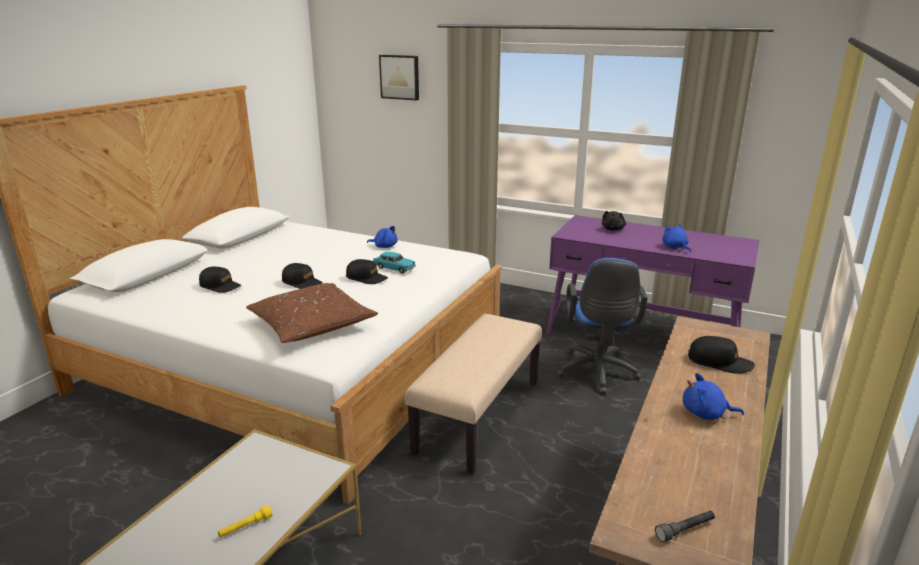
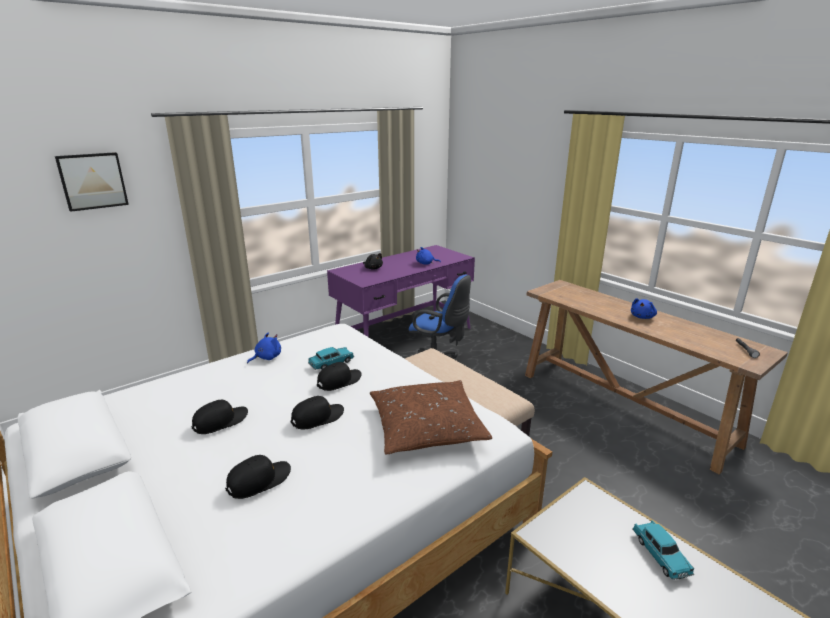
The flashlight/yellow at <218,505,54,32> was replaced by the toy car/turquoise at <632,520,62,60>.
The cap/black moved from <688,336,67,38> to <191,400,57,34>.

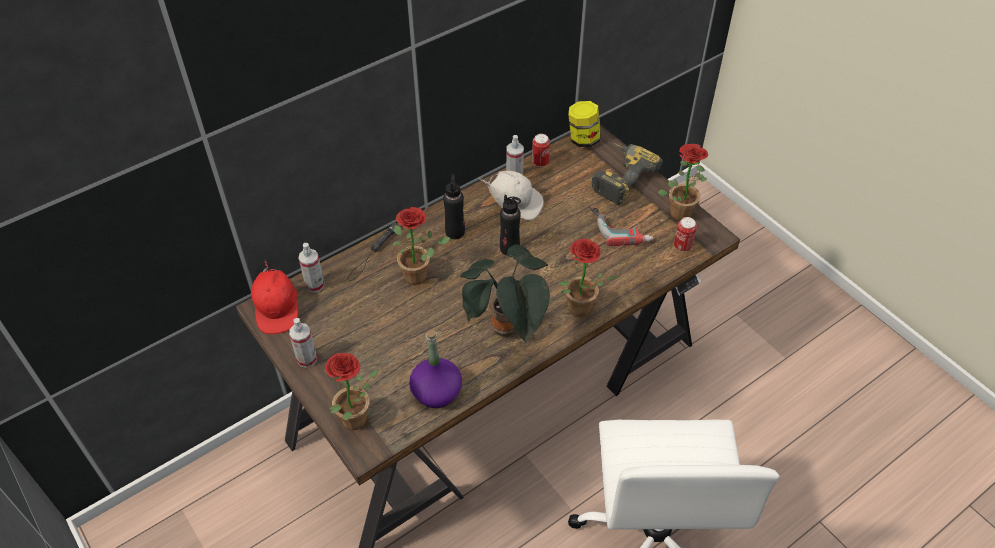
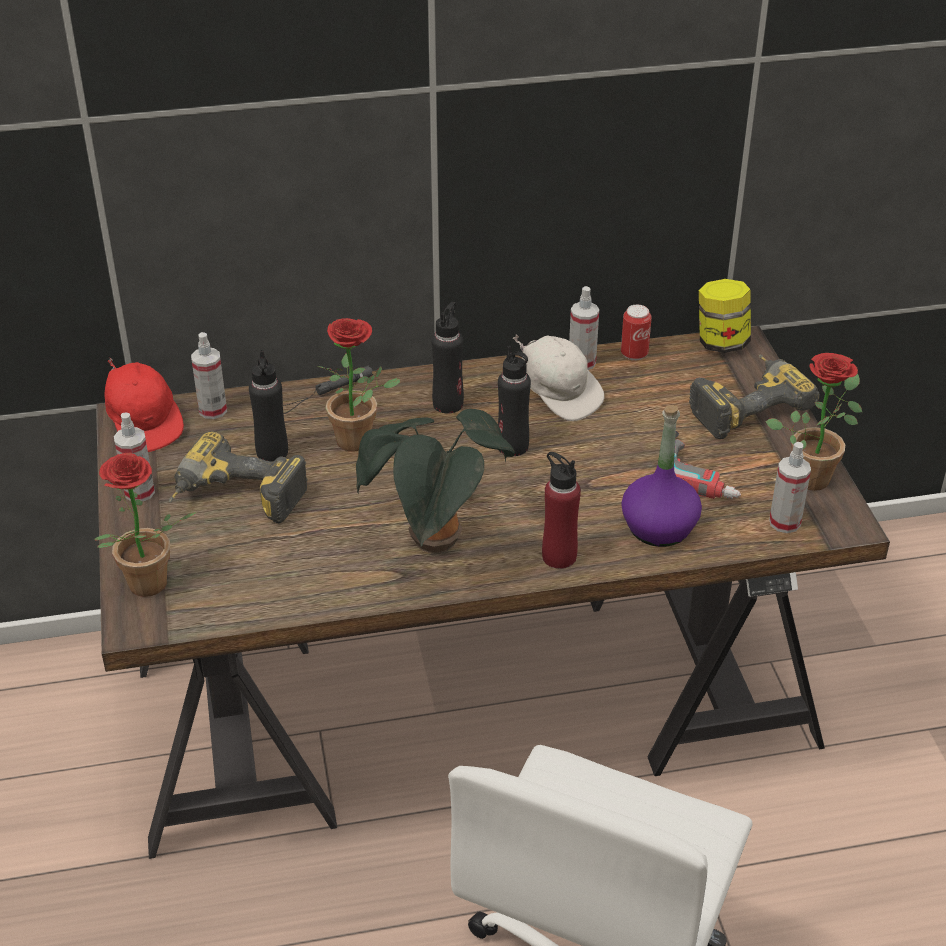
The cap/red at <251,261,47,73> turned 45 degrees counterclockwise.
The bottle/purple moved from <409,330,53,78> to <621,405,81,142>.
The potted plant at <558,239,60,78> was replaced by the bottle/red at <542,452,39,117>.
The can at <674,217,23,35> was replaced by the spray bottle at <769,442,42,91>.
The power drill at <169,432,139,91> appeared.
The bottle/black at <249,350,39,112> appeared.

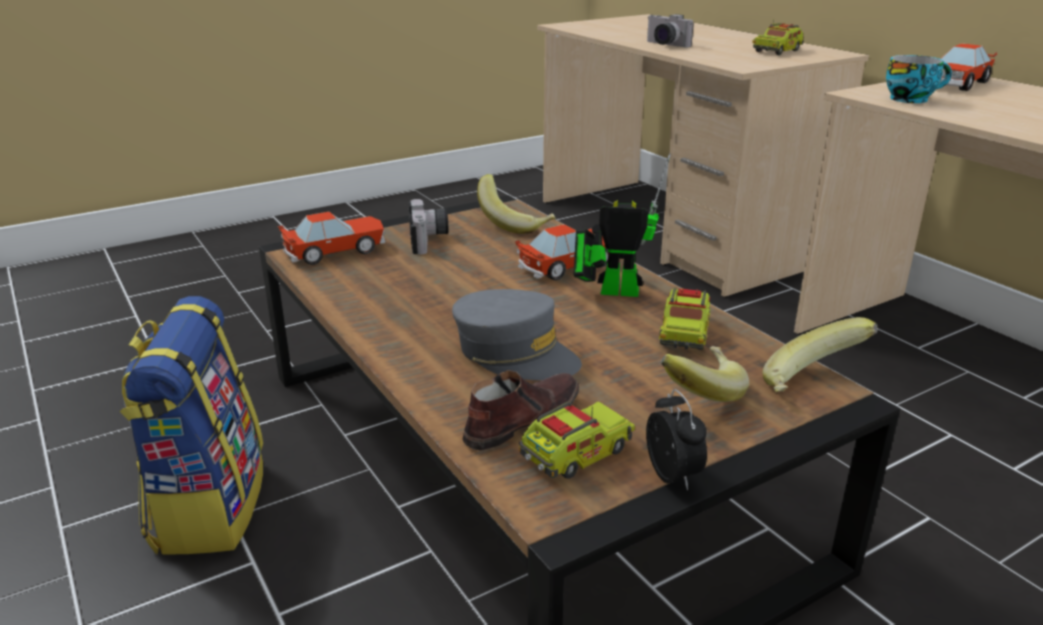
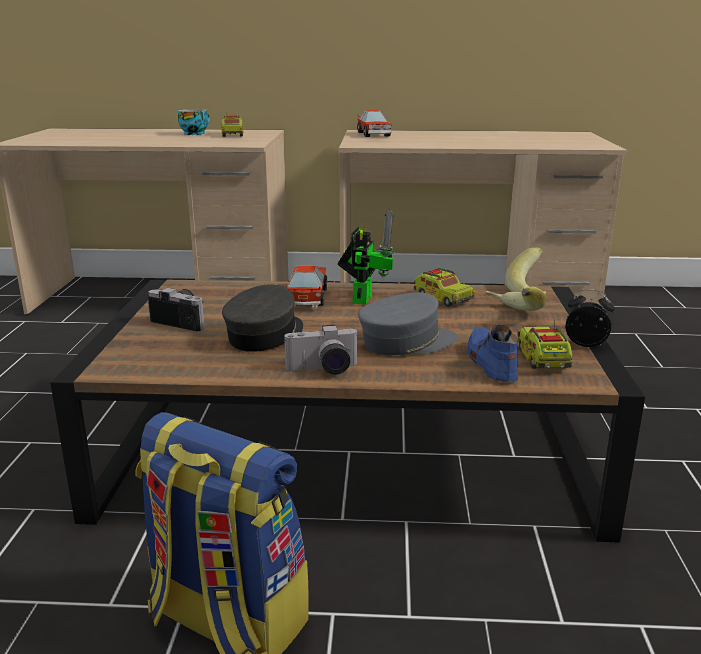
The toy car at <278,212,108,53> disappeared.
The shoe/brown at <463,370,116,81> became the shoe/blue at <467,324,51,58>.
The banana at <477,174,79,60> disappeared.
The toy robot at <574,153,97,144> turned 150 degrees clockwise.
The photo camera moved from <647,14,47,33> to <284,325,75,50>.
The cup moved from <886,55,66,48> to <178,109,32,26>.
The cap/grey at <222,284,81,68> appeared.

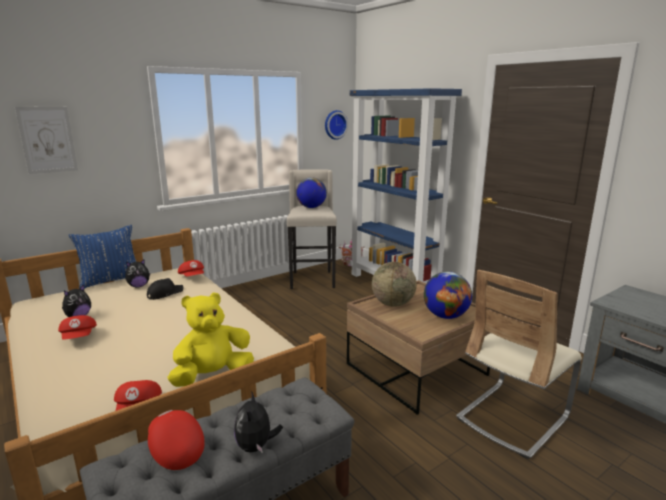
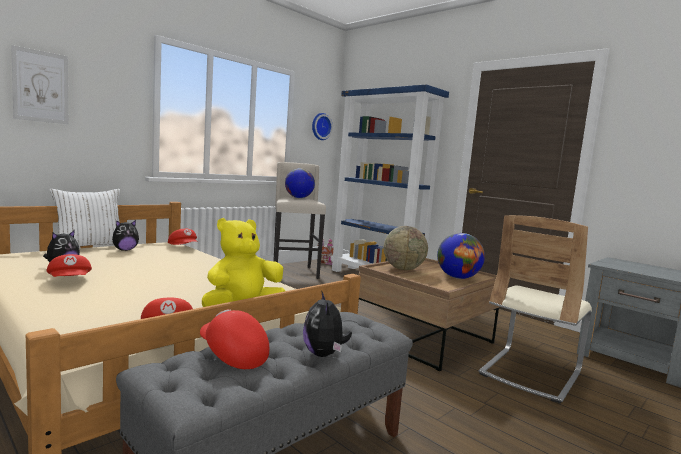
The pillow/blue at <69,225,67,64> became the pillow/white at <49,189,71,57>.
The cap/black at <147,278,36,22> disappeared.

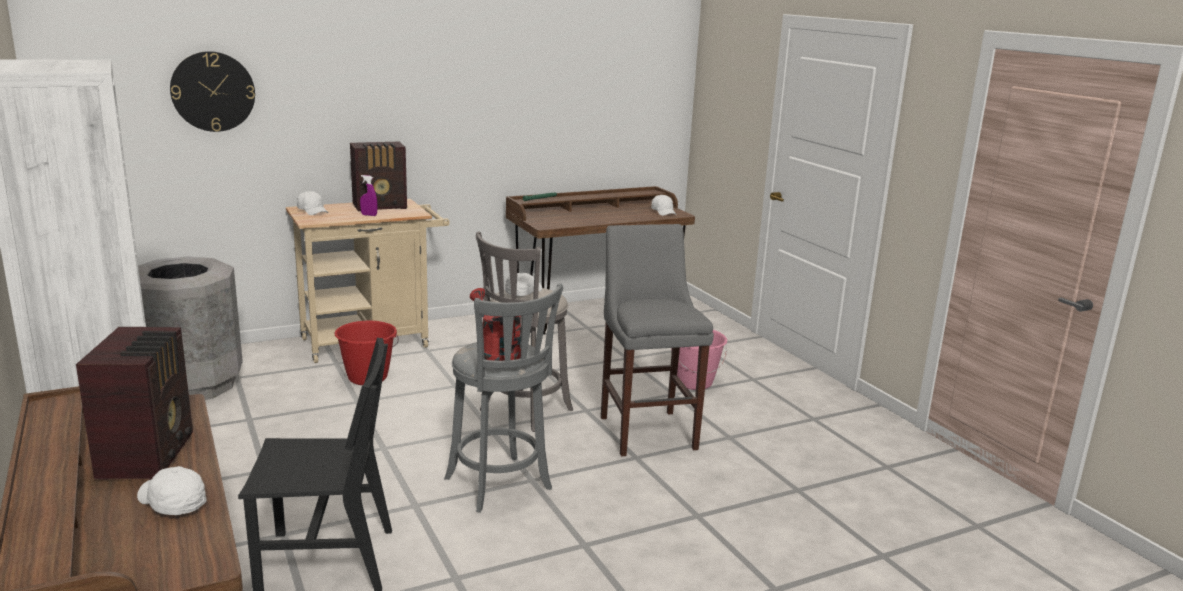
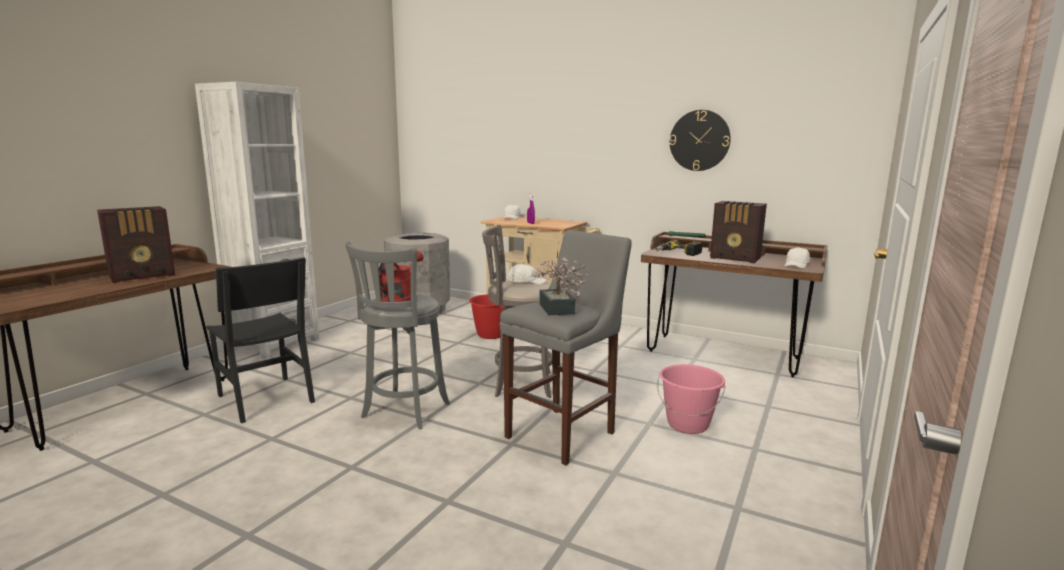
The cap/white at <137,466,70,49> disappeared.
The wall clock moved from <170,51,85,81> to <670,110,61,61>.
The radio moved from <350,142,57,69> to <710,201,57,62>.
The potted plant at <533,257,56,58> appeared.
The power drill at <655,240,47,16> appeared.

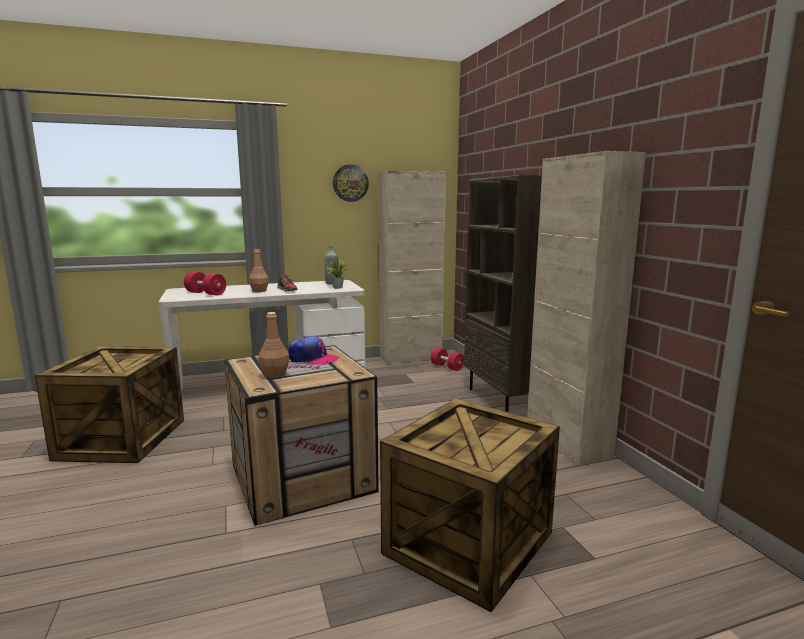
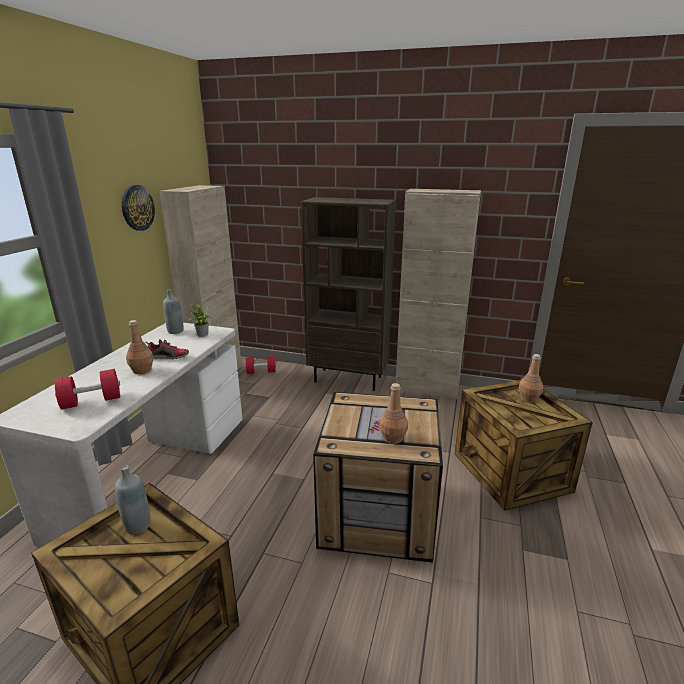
The cap at <288,336,51,29> disappeared.
The bottle/grey at <115,465,36,69> appeared.
The bottle/brown at <519,354,24,49> appeared.

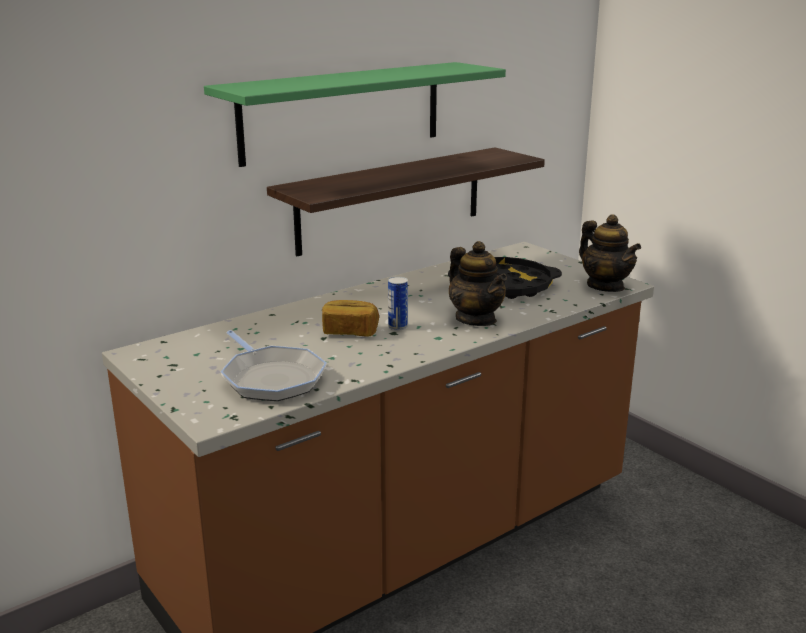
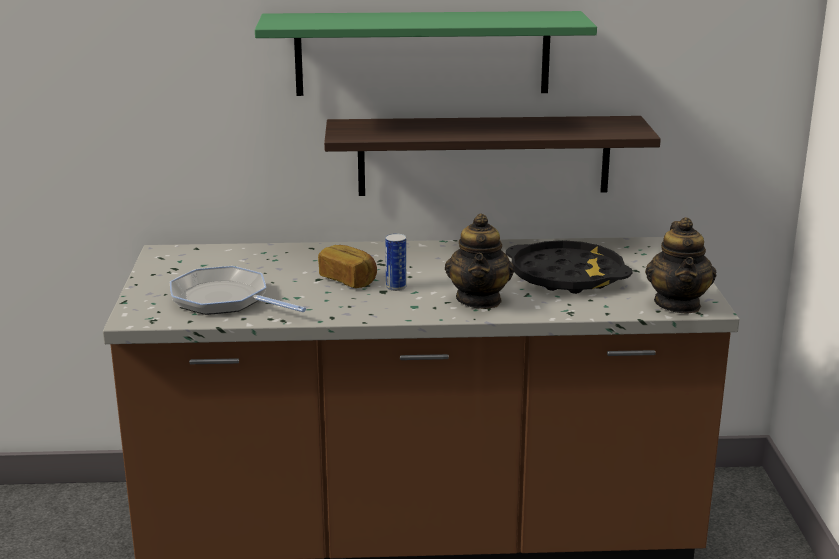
The frying pan at <221,330,106,71> turned 120 degrees clockwise.

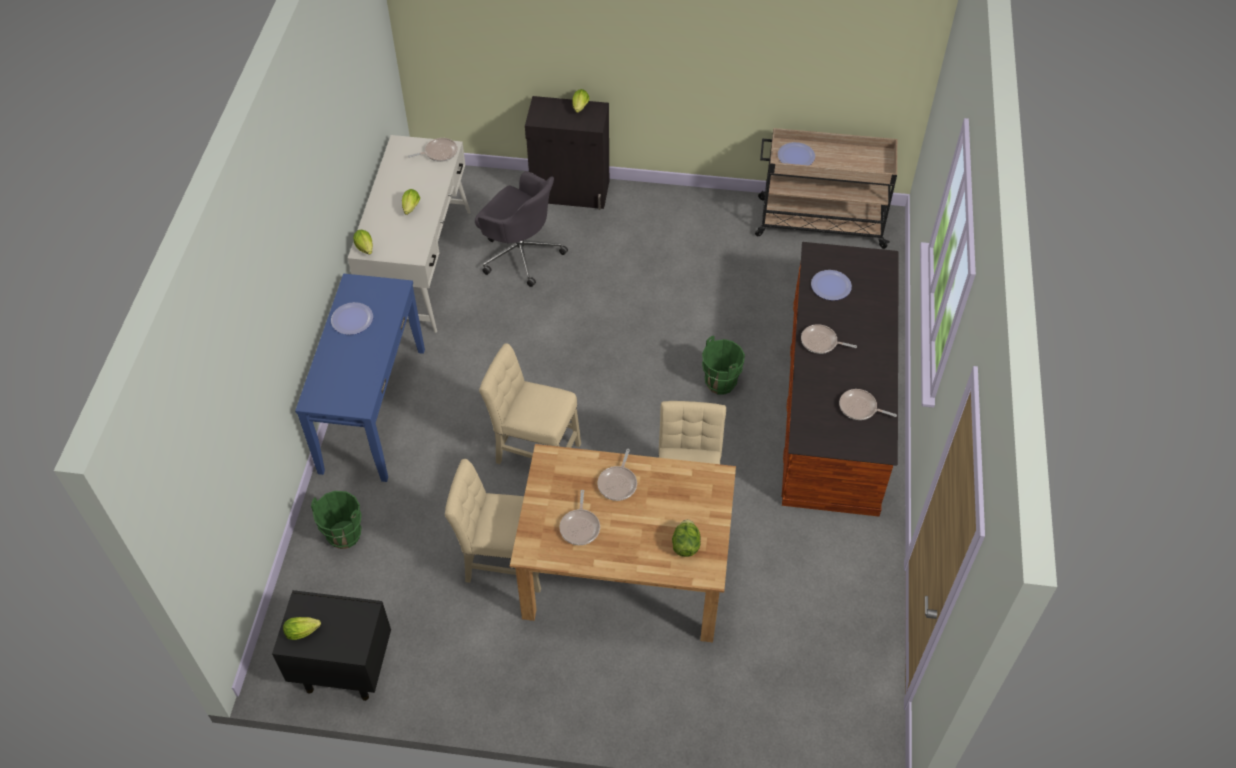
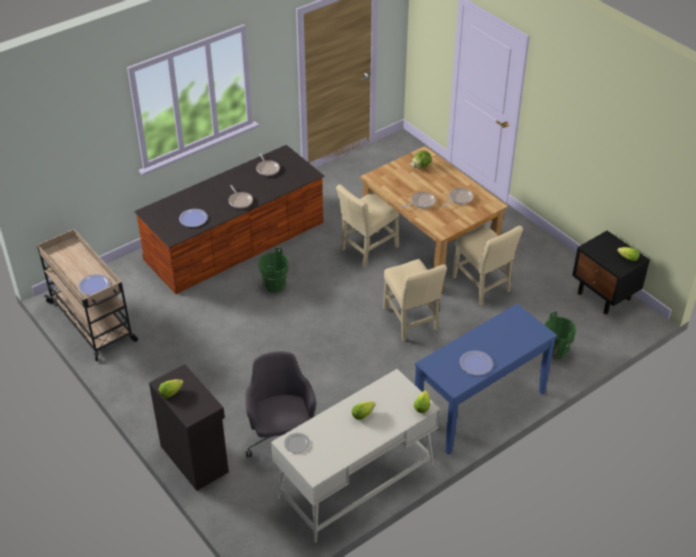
The frying pan at <408,138,50,24> was replaced by the plate at <284,433,26,20>.

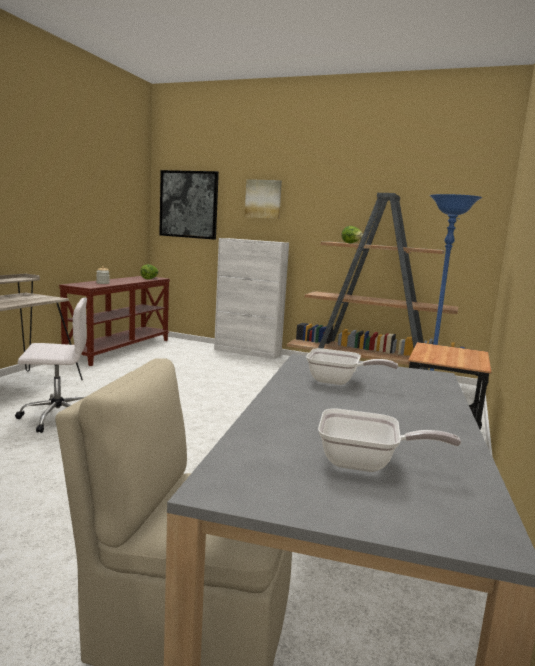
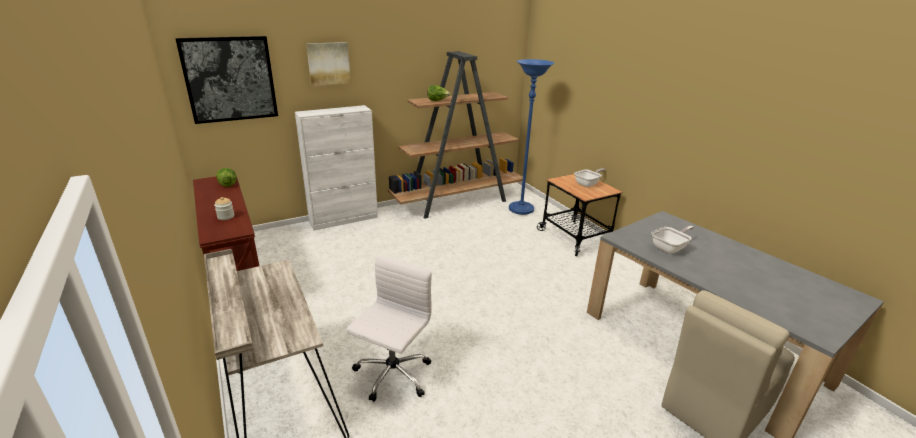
The frying pan moved from <318,408,143,64> to <574,168,31,19>.

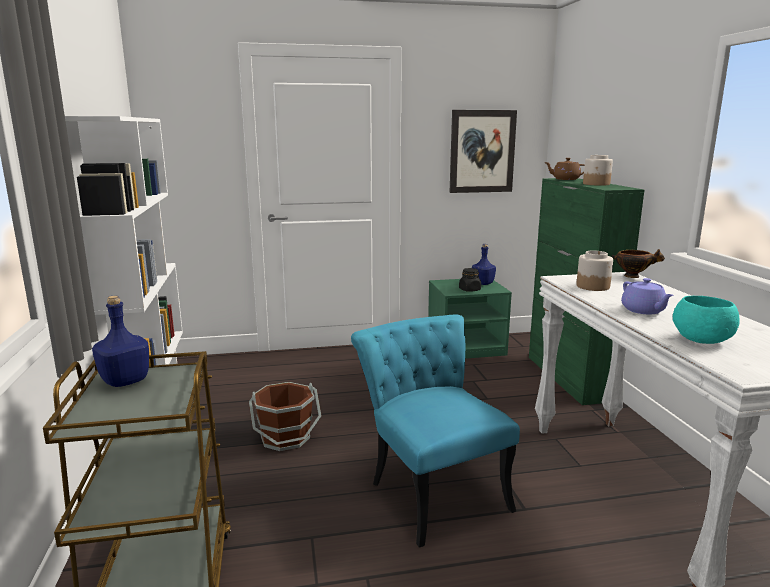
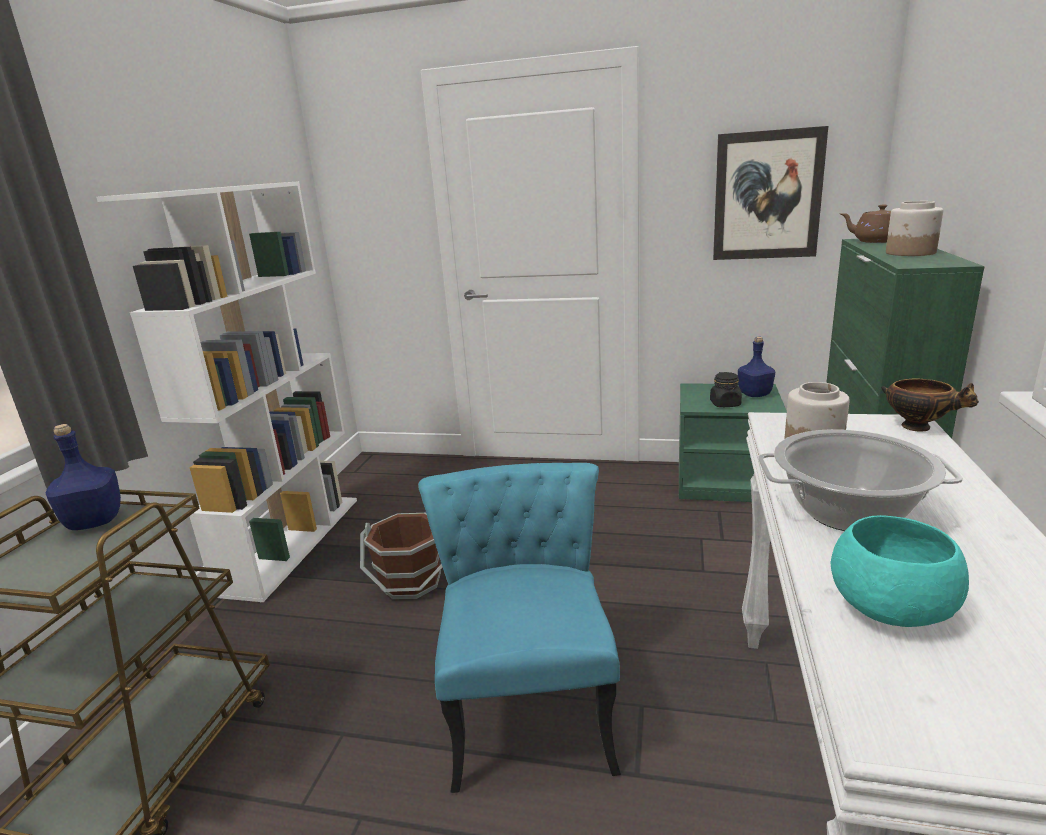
The teapot/purple at <621,278,53,36> was replaced by the cooking pot at <758,429,205,102>.

